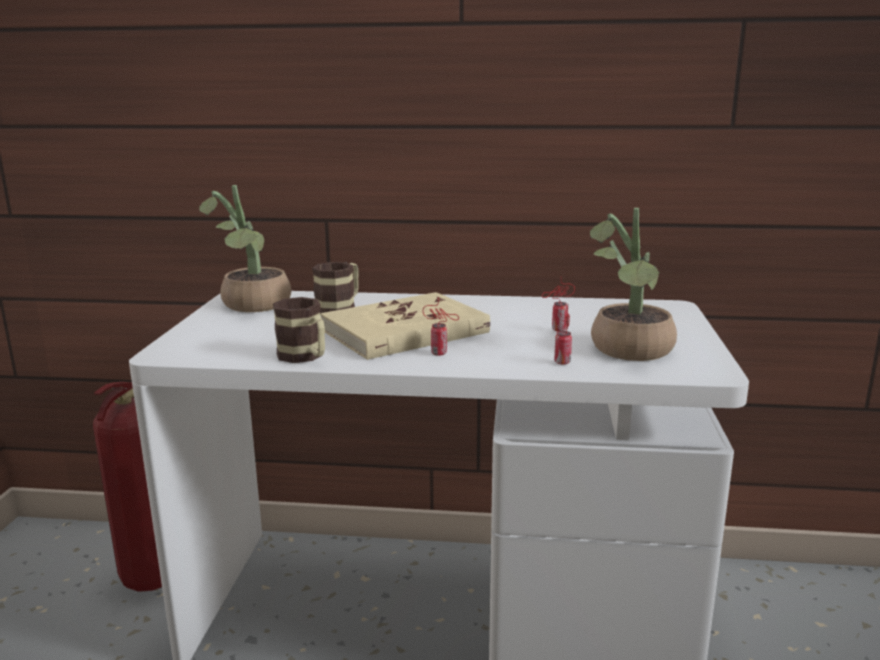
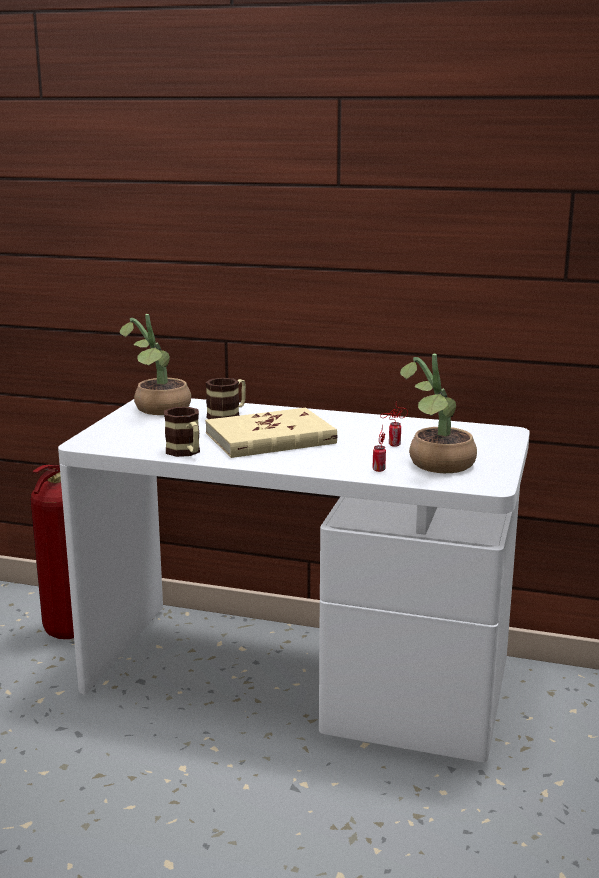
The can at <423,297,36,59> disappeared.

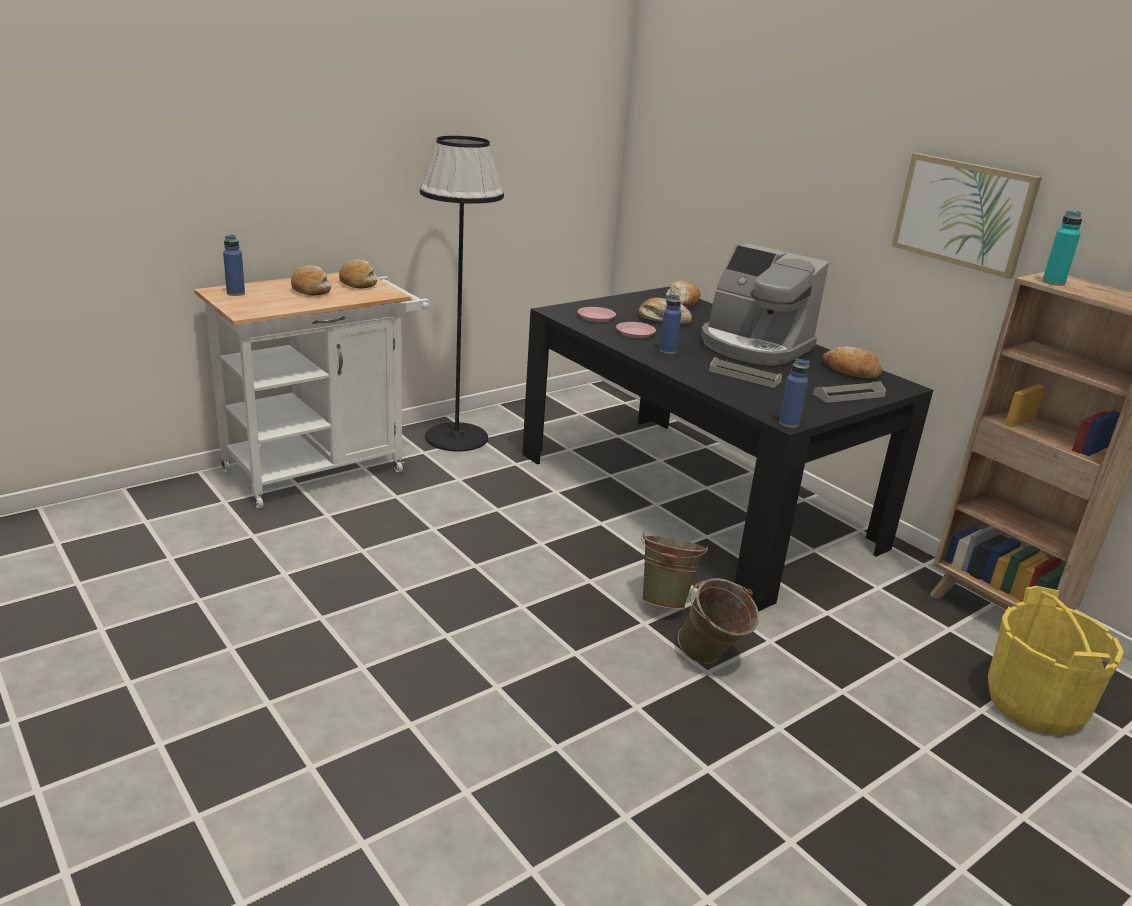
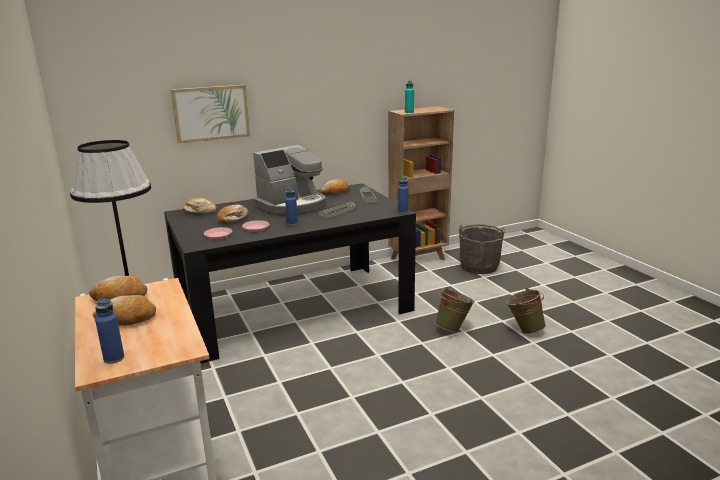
The bucket/green moved from <641,532,67,77> to <506,288,40,46>.
The picture moved from <892,153,150,126> to <171,85,79,59>.
The bucket/yellow at <988,586,136,150> became the bucket/grey at <458,224,47,50>.

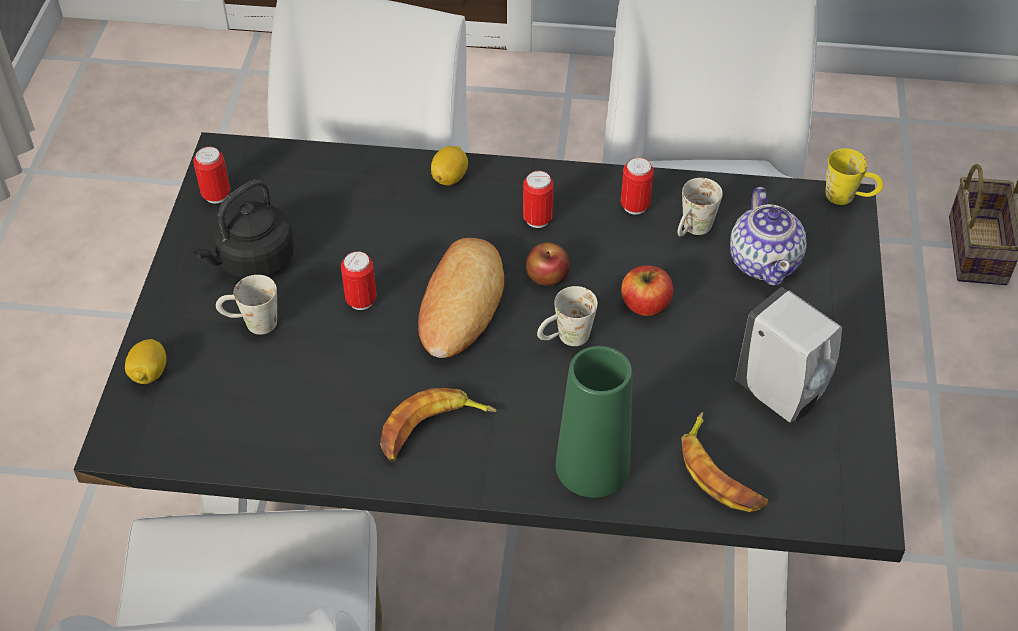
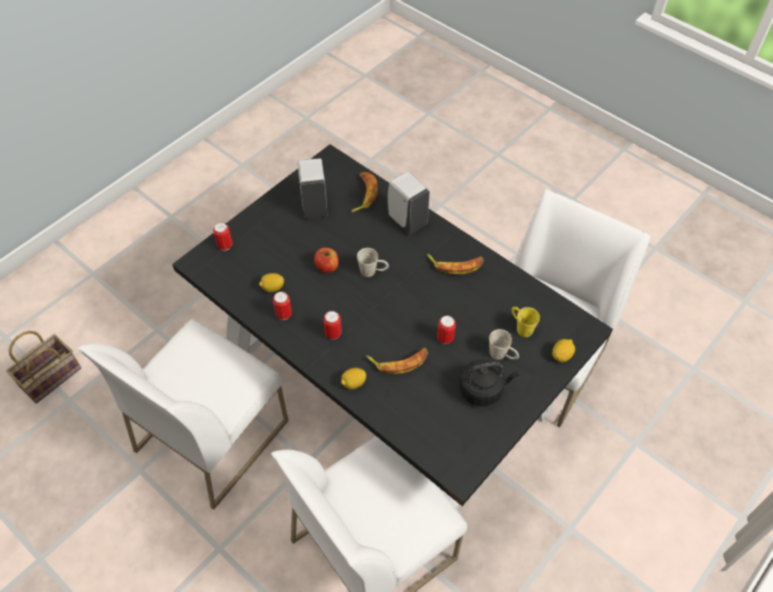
The can moved from <193,147,37,56> to <213,222,20,29>.
The bread at <418,238,86,120> disappeared.
The apple at <526,242,44,44> disappeared.
The vase/green at <556,346,76,152> was replaced by the soap dispenser/white at <388,171,42,63>.
The mug/white at <678,178,45,58> was replaced by the lemon at <259,273,25,19>.
The teapot at <730,187,77,99> disappeared.
The mug/yellow moved from <826,148,58,57> to <512,307,28,30>.
The banana at <366,348,62,26> appeared.

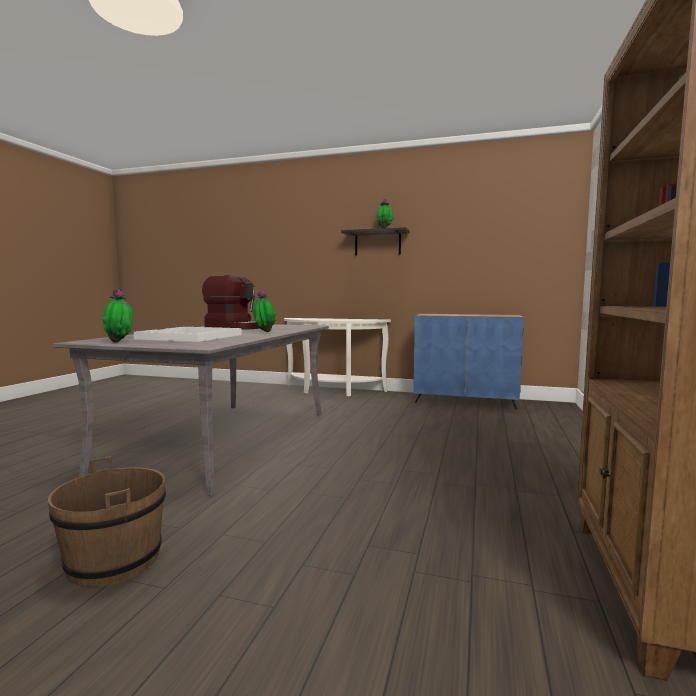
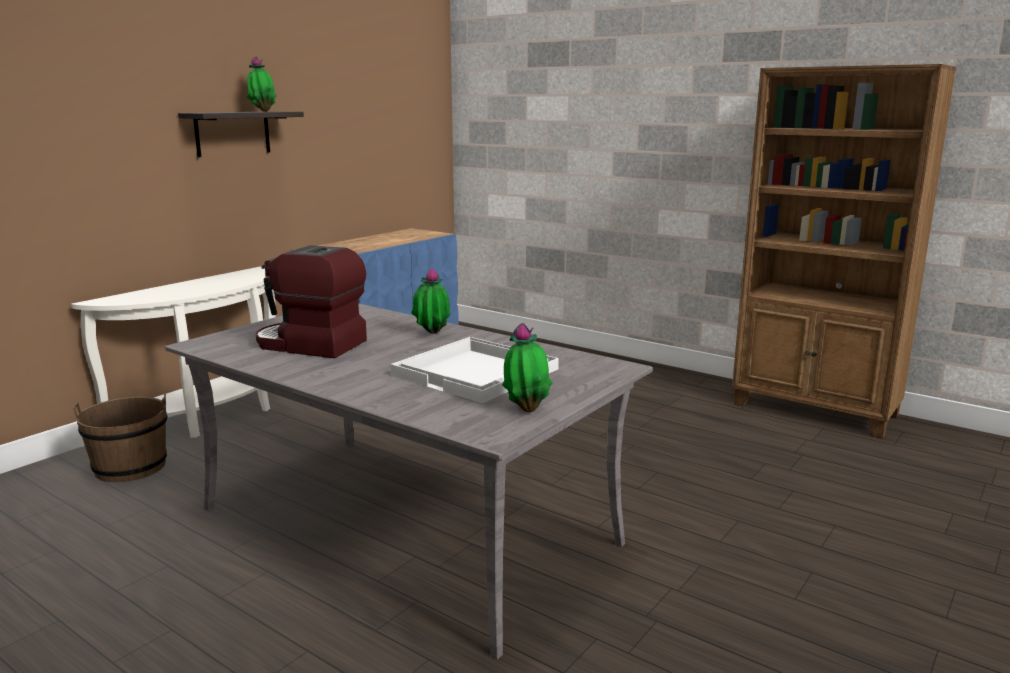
The bucket/brown moved from <48,456,118,131> to <73,394,94,88>.
The coffee machine at <202,275,58,55> turned 120 degrees counterclockwise.

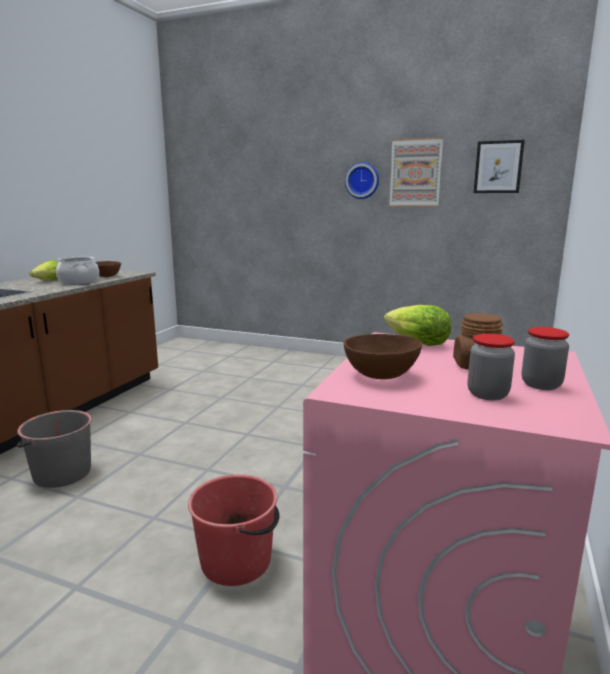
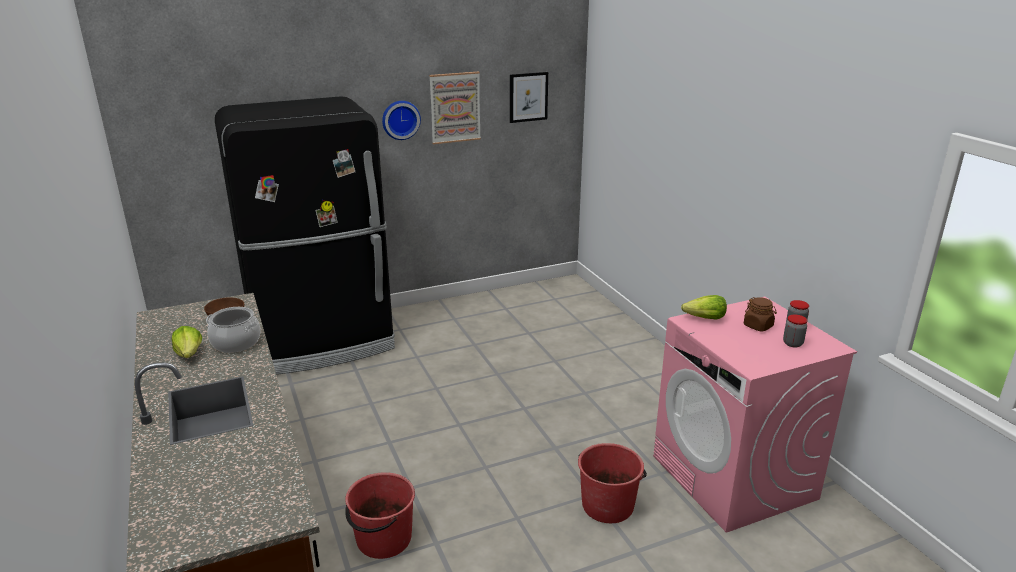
The bucket/grey at <17,410,75,78> became the bucket/red at <345,472,70,87>.
The bowl/brown at <343,334,79,45> disappeared.
The fridge/black at <215,96,180,279> appeared.

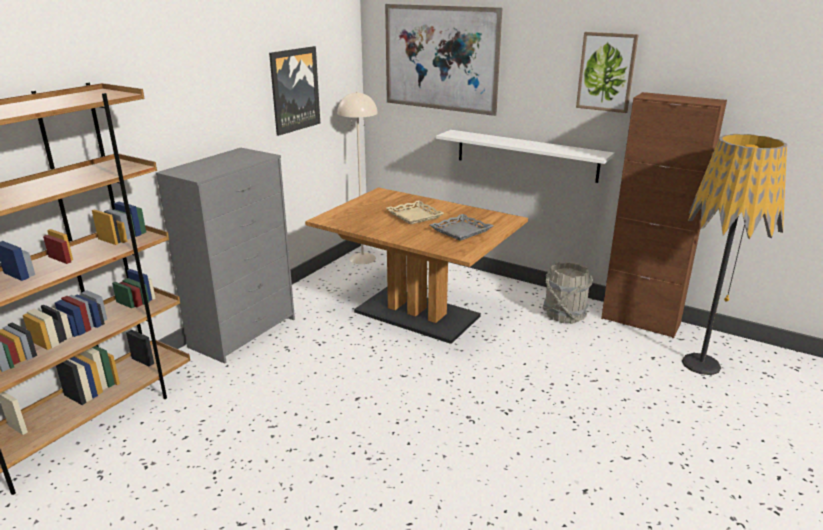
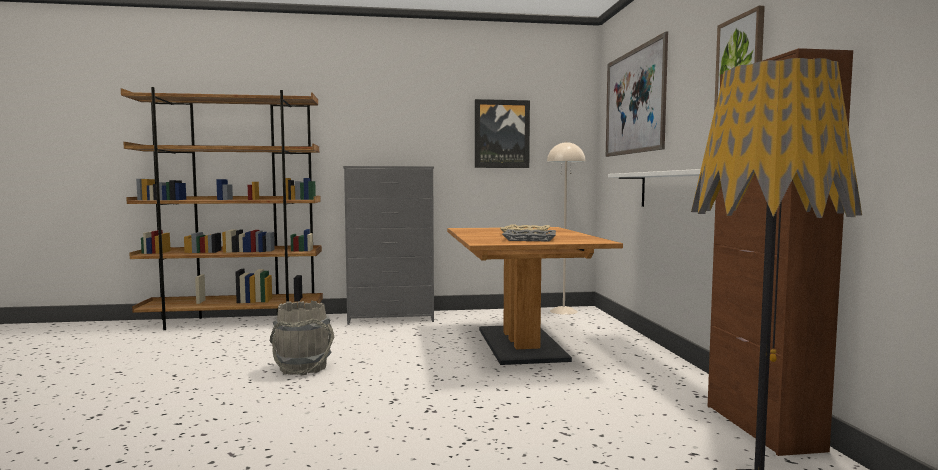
The bucket/grey moved from <543,262,49,62> to <270,301,65,74>.

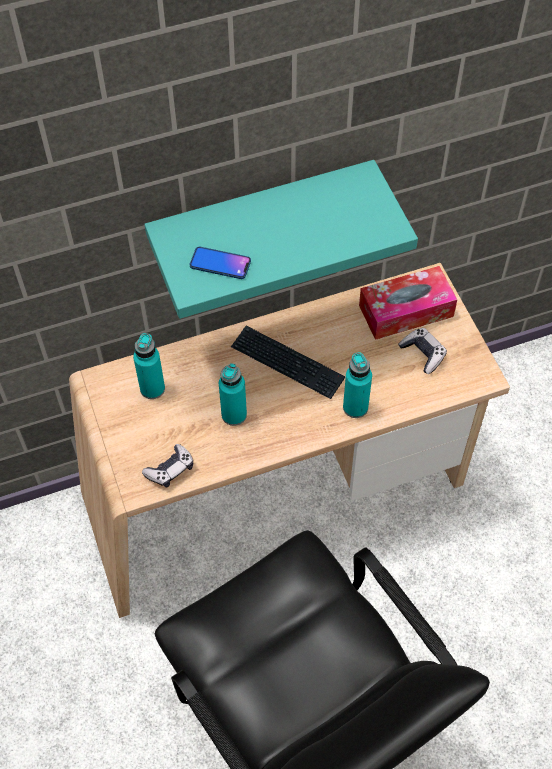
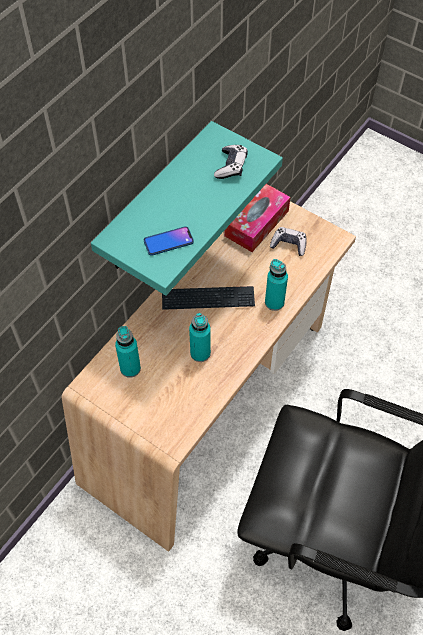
The game controller moved from <142,444,52,44> to <214,145,34,34>.

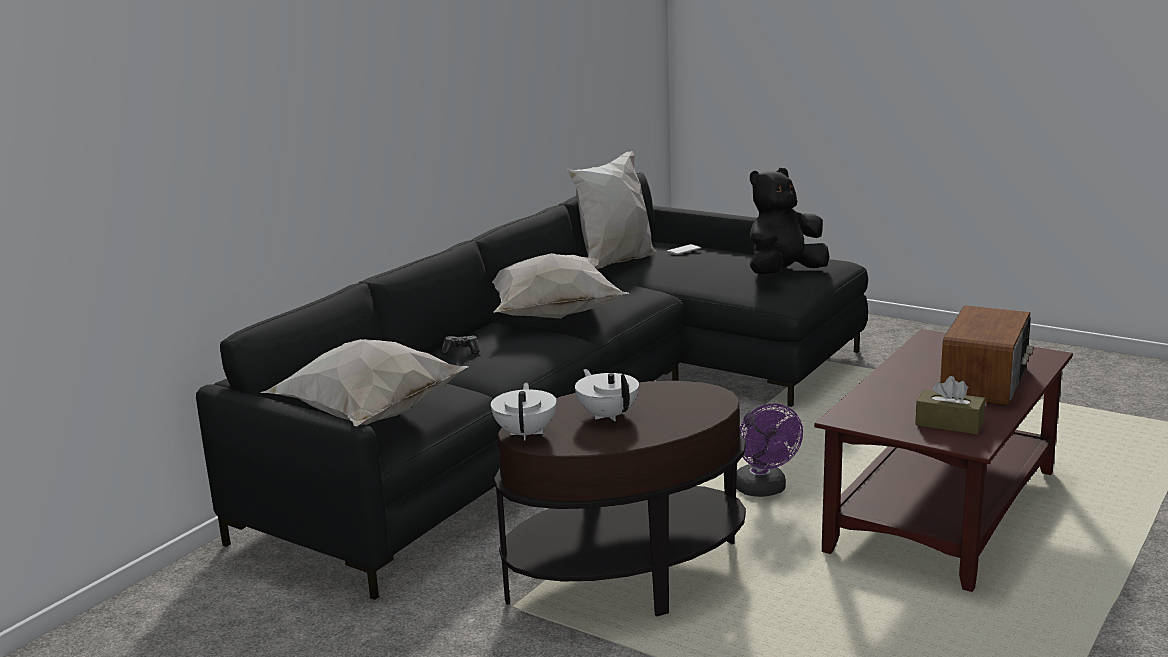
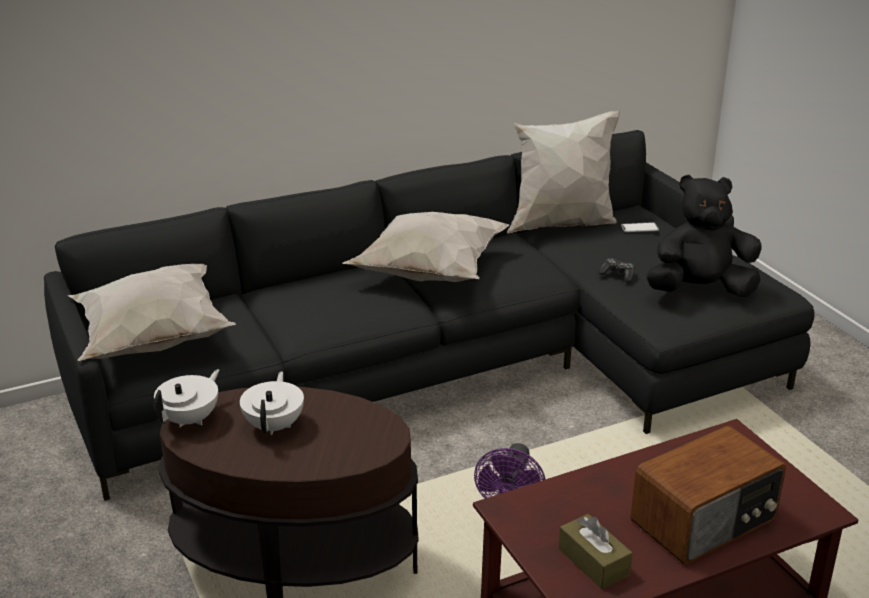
The game controller moved from <441,335,39,20> to <598,258,37,24>.

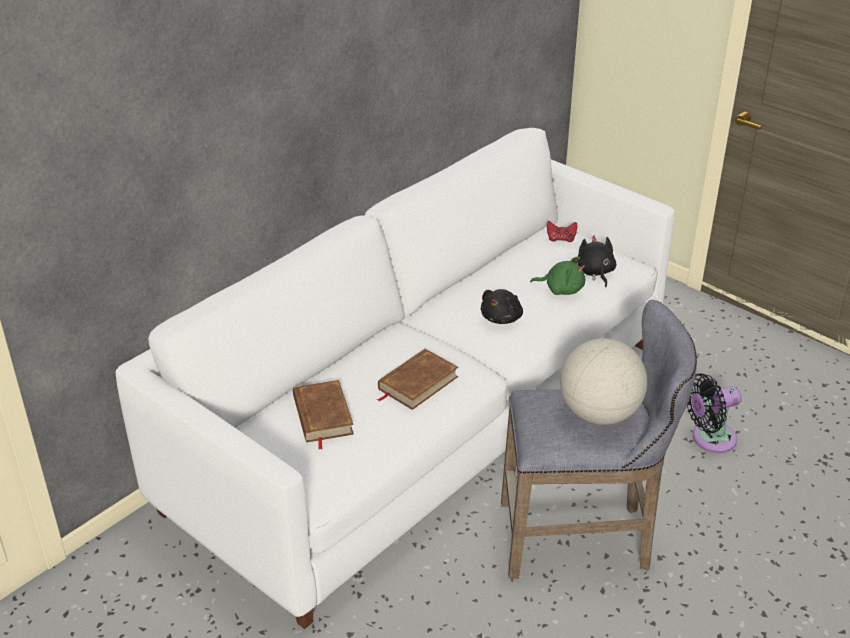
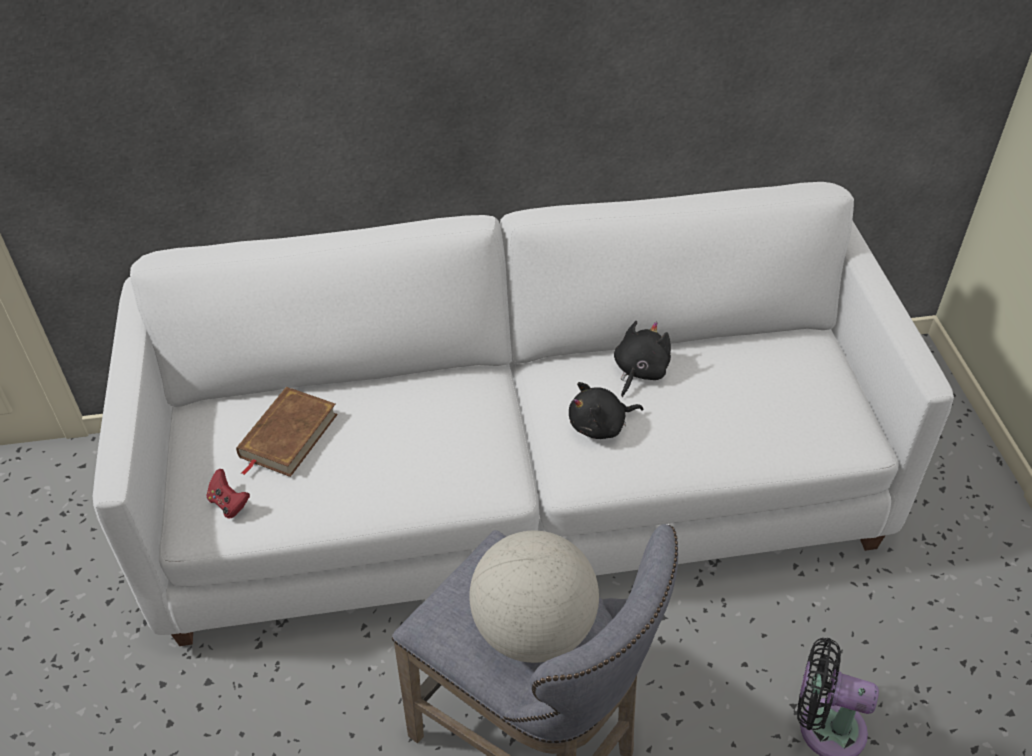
The book/brown at <377,349,81,61> disappeared.
The plush toy/green at <530,256,55,39> disappeared.
The game controller/red moved from <547,221,30,21> to <207,469,43,49>.
The plush toy/black moved from <578,235,38,52> to <614,321,57,76>.

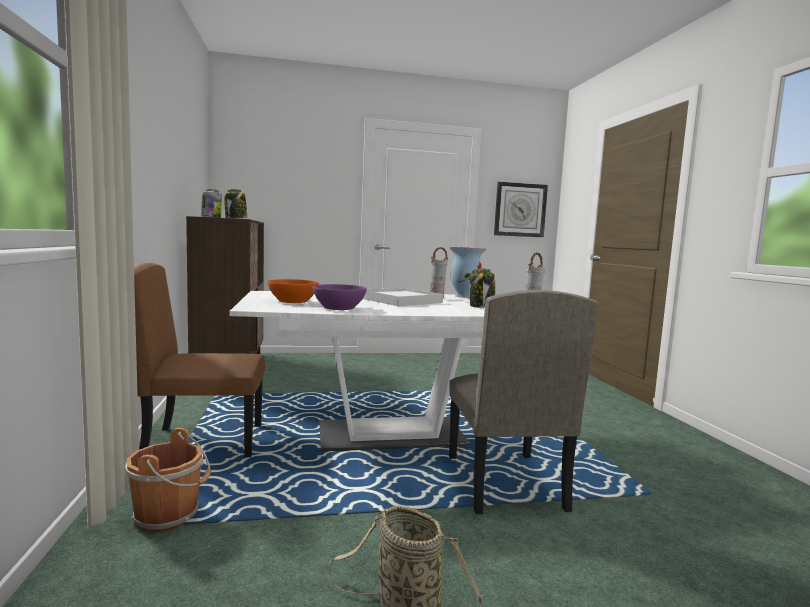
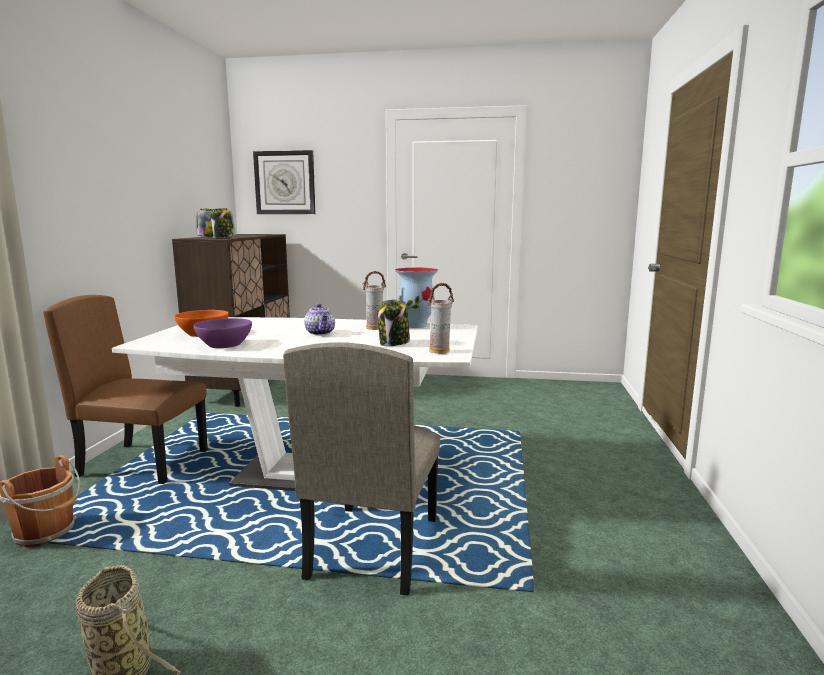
The tray/white at <363,288,80,18> was replaced by the teapot at <304,304,31,31>.
The wall clock moved from <494,182,54,55> to <253,150,63,64>.

